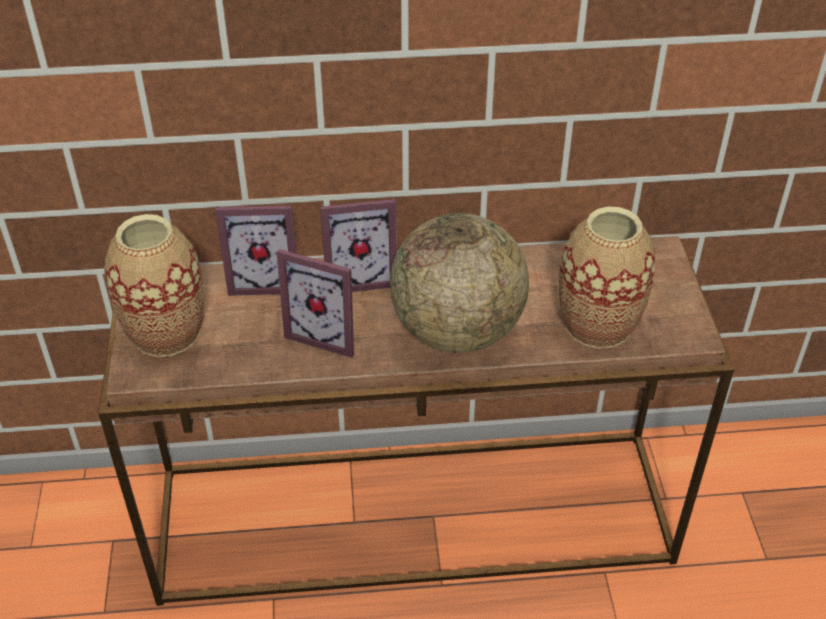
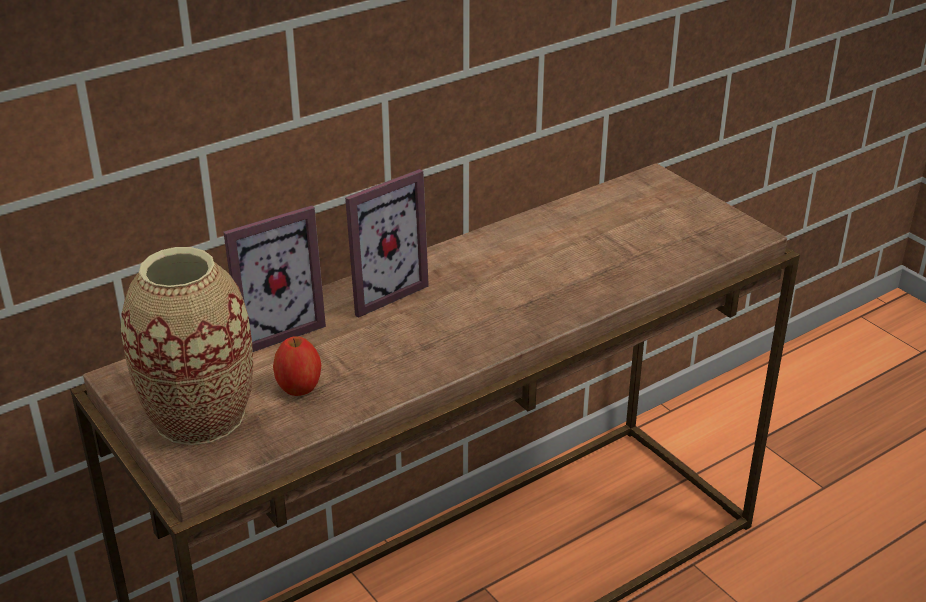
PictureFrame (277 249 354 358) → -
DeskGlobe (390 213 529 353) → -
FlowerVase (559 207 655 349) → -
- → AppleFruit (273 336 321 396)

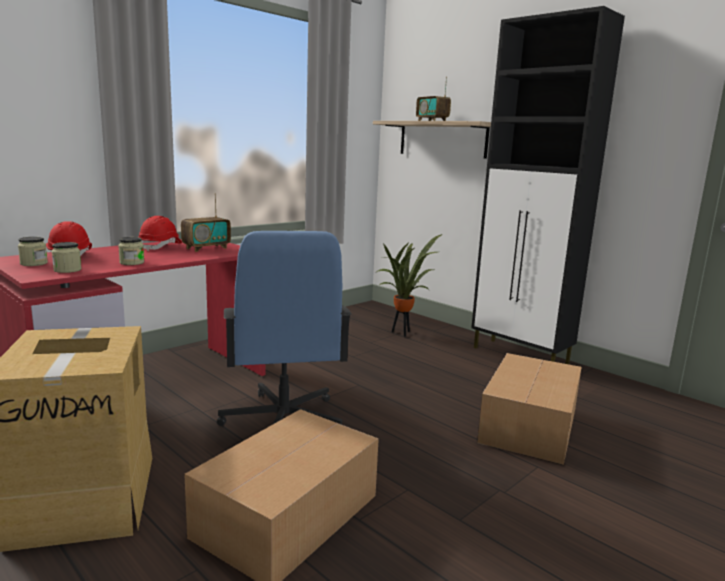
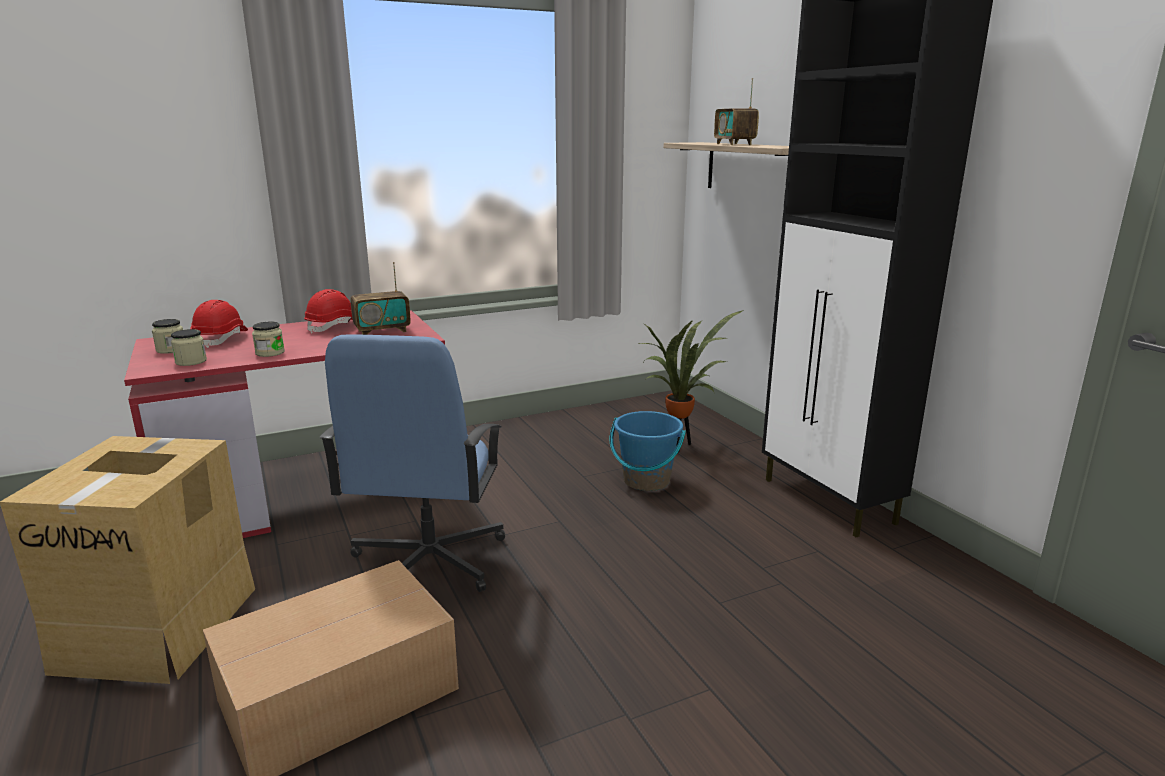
CardboardBox (477 353 582 465) → -
- → BluishPail (610 411 686 491)

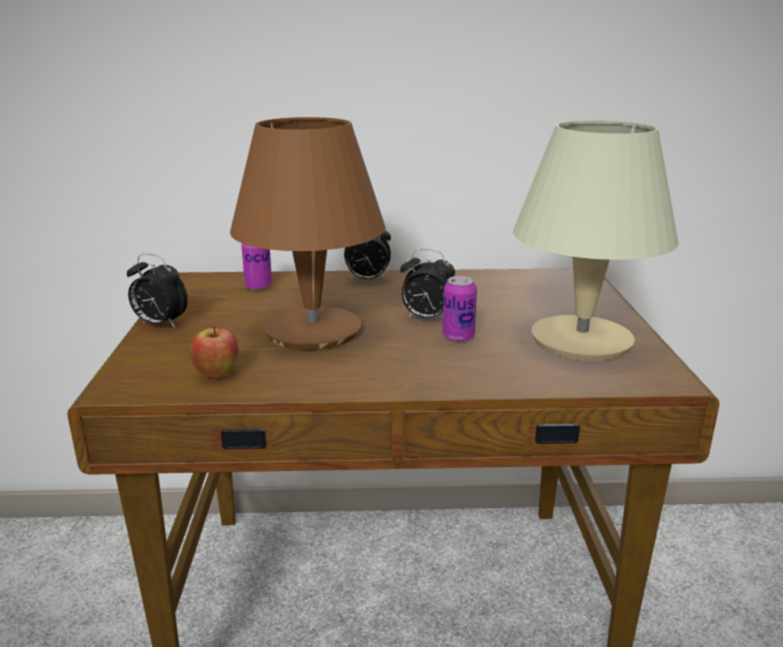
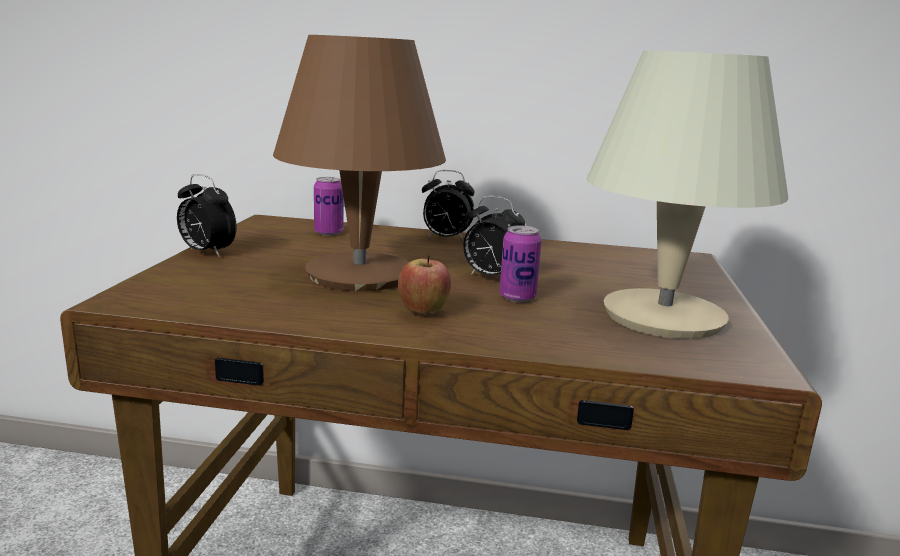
AppleFruit (190 325 238 378) → AppleFruit (398 253 451 314), moved

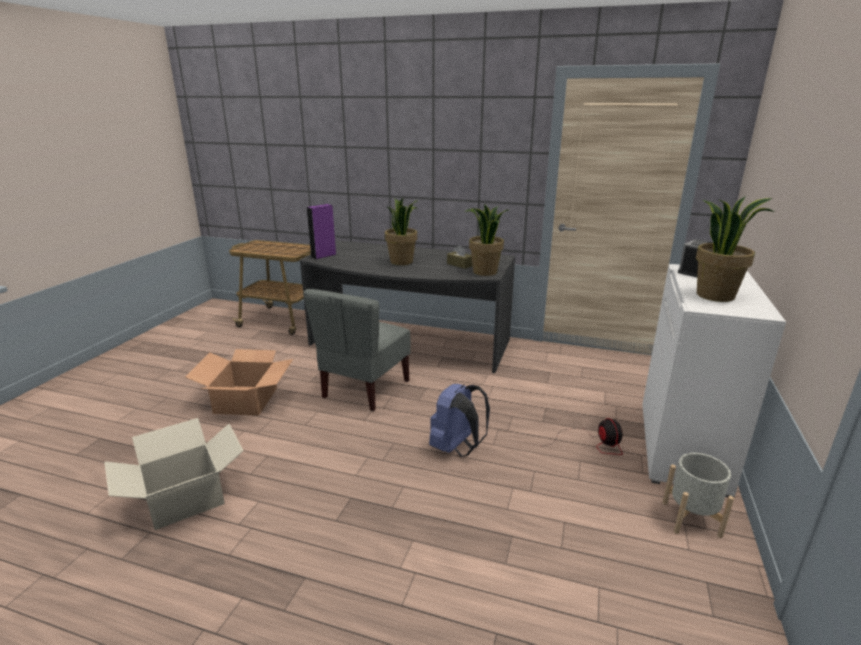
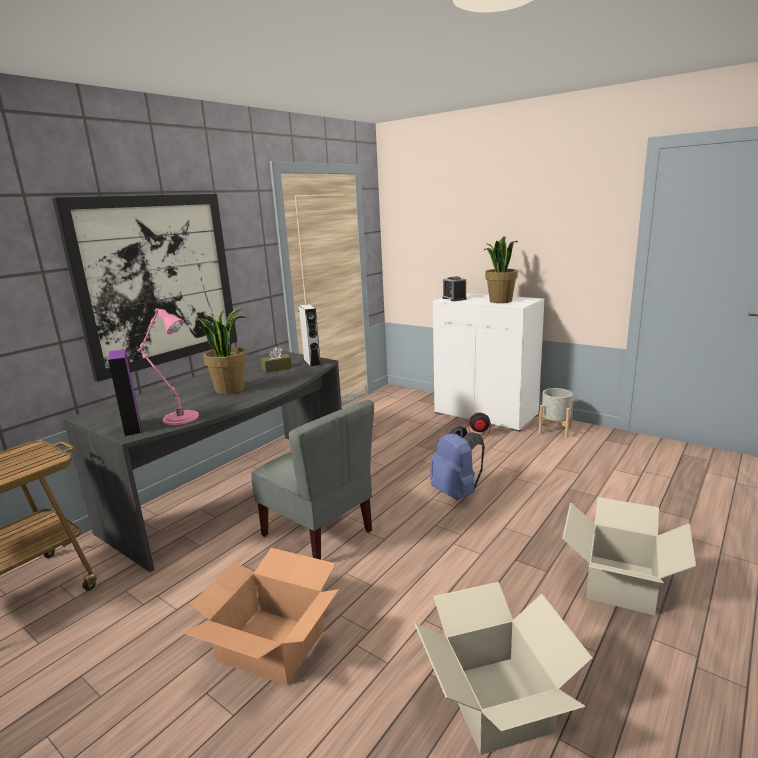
Houseplant (465 204 508 276) → GreyLoudspeaker (299 304 321 367)
- → WallPicture (52 194 237 382)
- → PinkLampForATable (136 308 199 425)
- → CardboardBox (562 497 696 615)

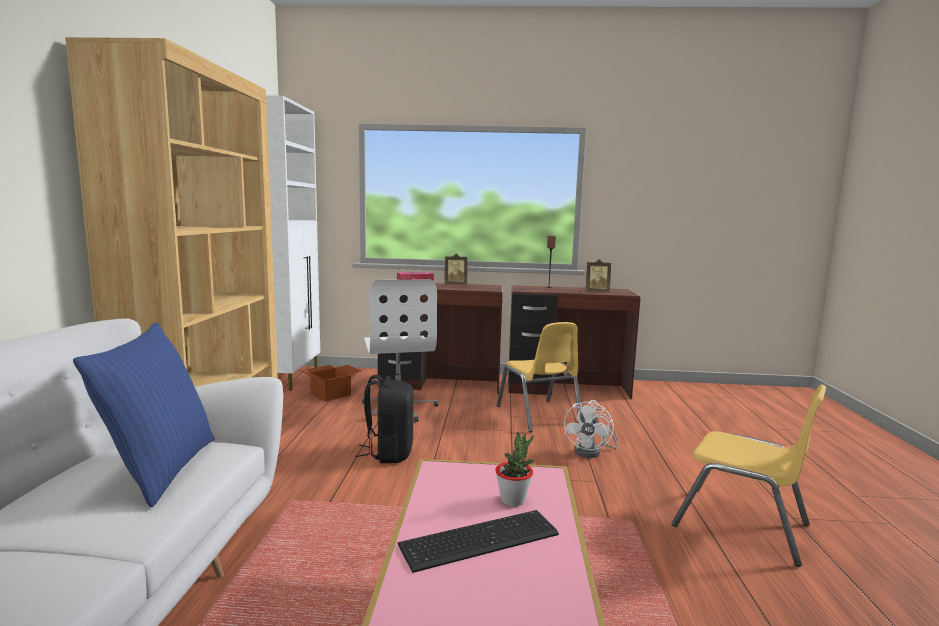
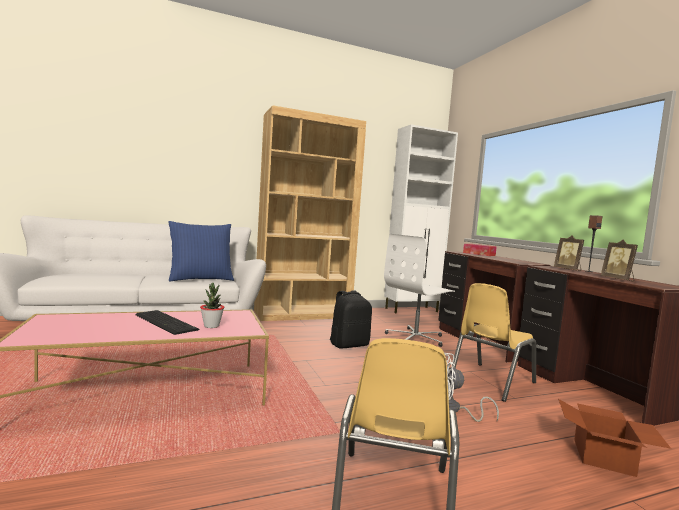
CardboardBox (298 365 362 401) → CardboardBox (558 399 671 477), moved
PictureFrame (444 253 468 285) → PictureFrame (554 235 584 271), moved

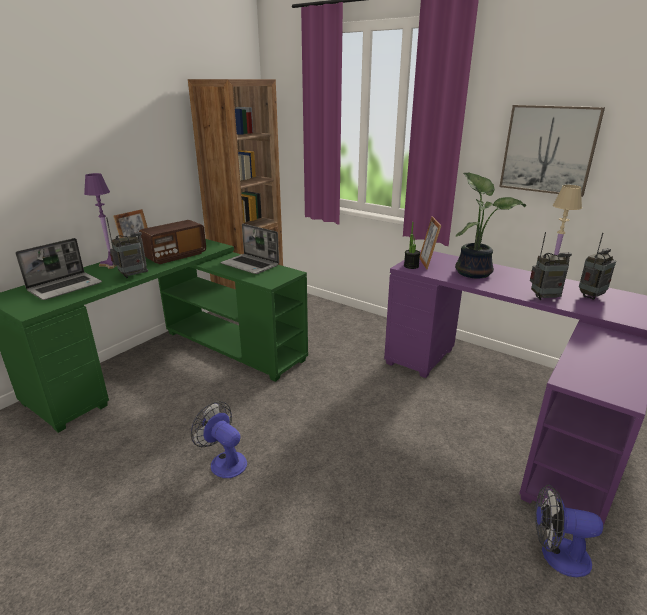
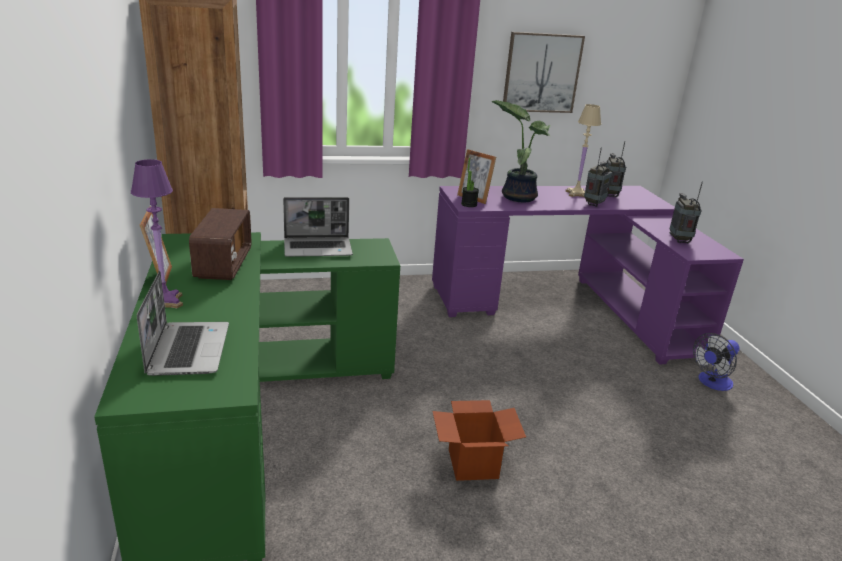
RadioSet (106 217 148 279) → RadioSet (670 181 703 243), moved
CoolingFan (191 401 247 478) → CardboardBox (432 400 526 481)

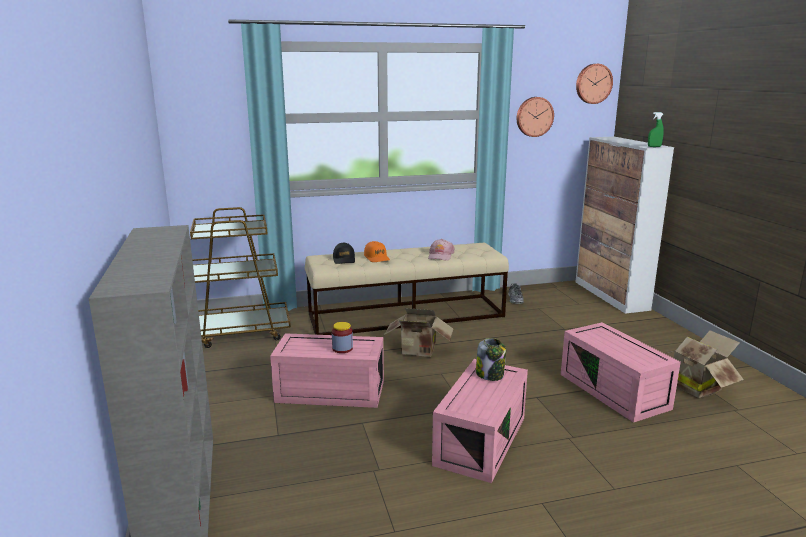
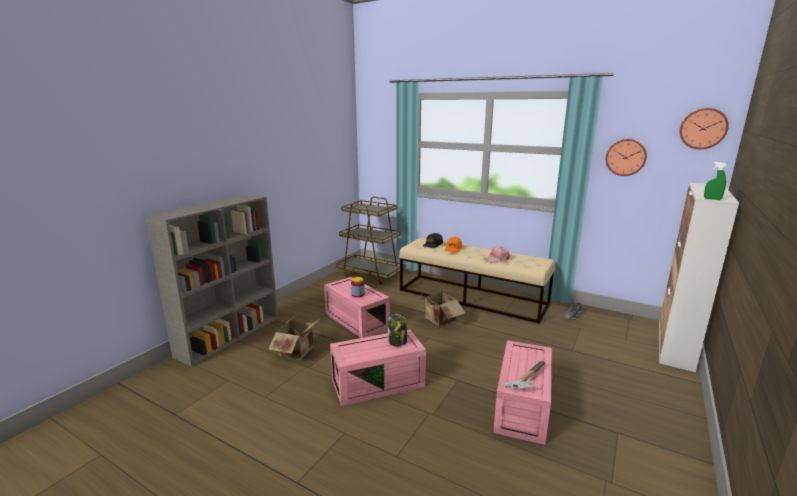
CardboardBox (664 330 744 398) → CardboardBox (269 315 320 360), moved
- → HandHammer (504 361 545 388)

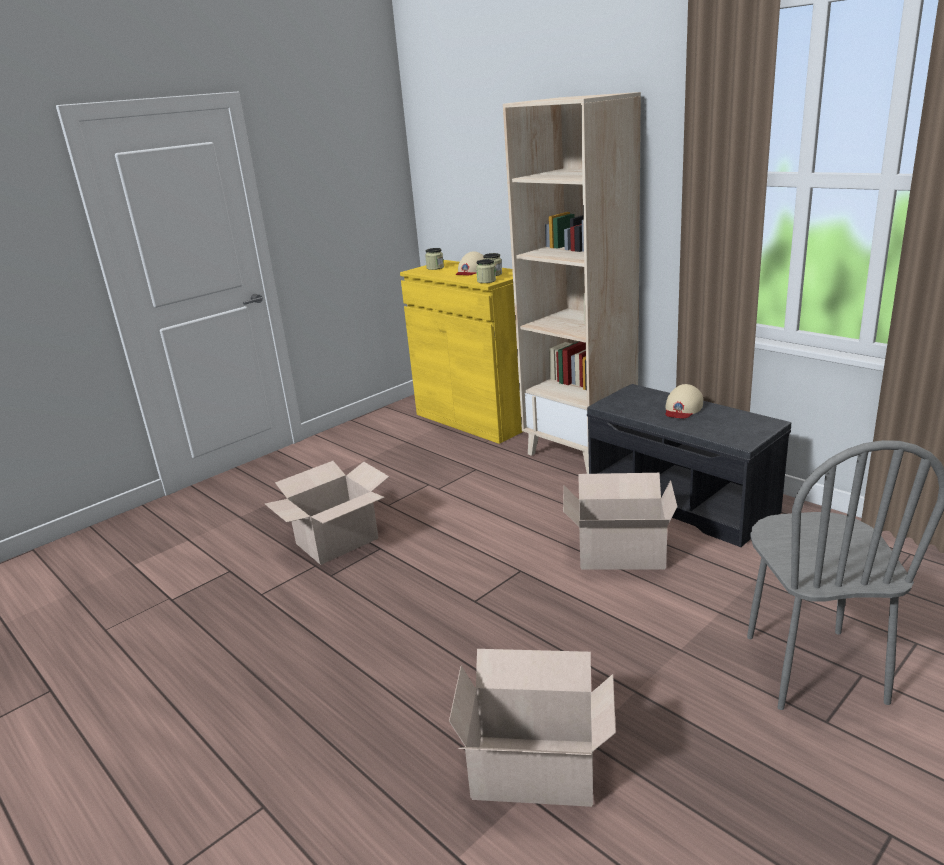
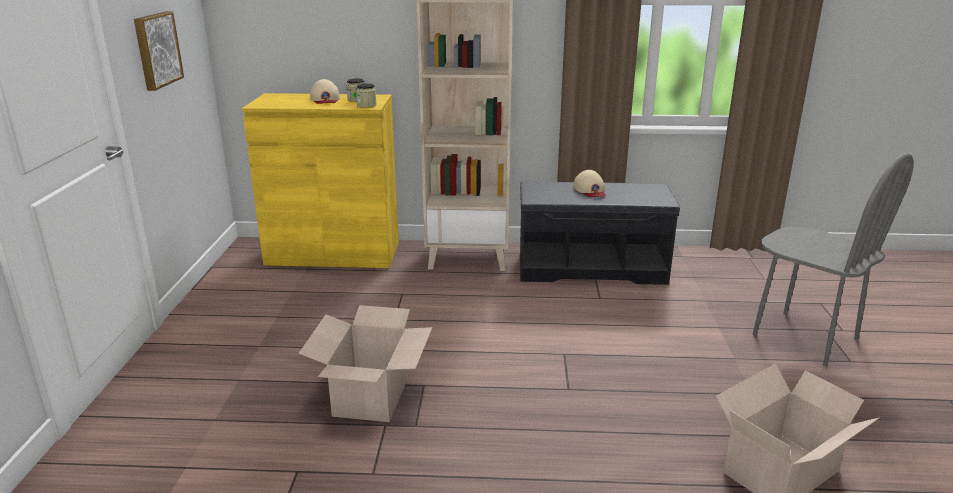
PreserveJar (425 248 444 270) → -
CardboardBox (563 473 677 569) → -
- → WallPicture (134 11 184 91)

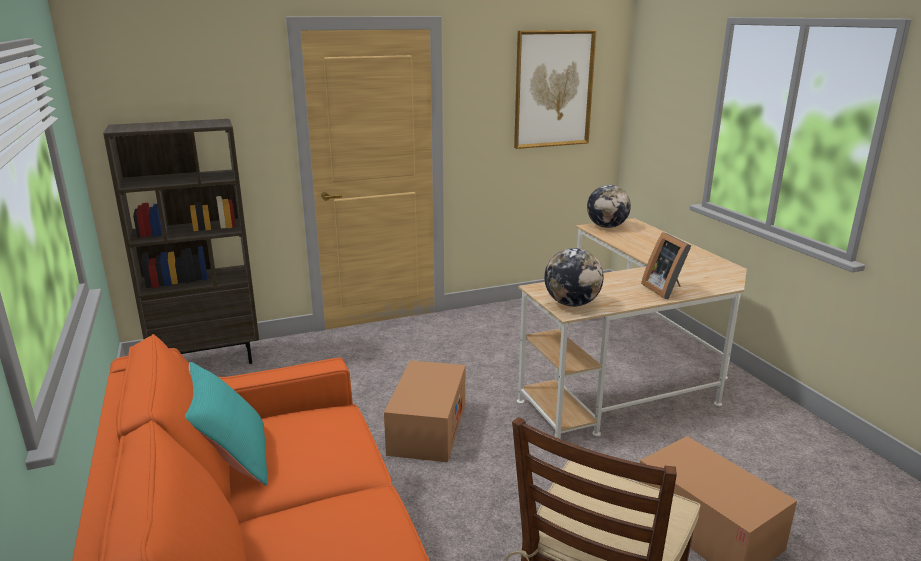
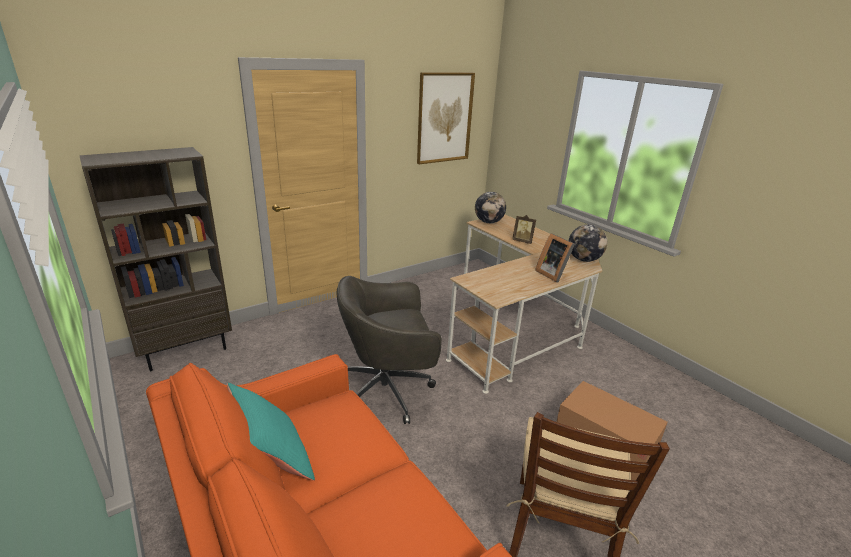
CardboardBox (384 360 465 462) → GreyDeskChair (336 276 442 424)
DeskGlobe (544 248 604 307) → DeskGlobe (569 224 607 262), moved
- → PictureFrame (512 215 536 244)

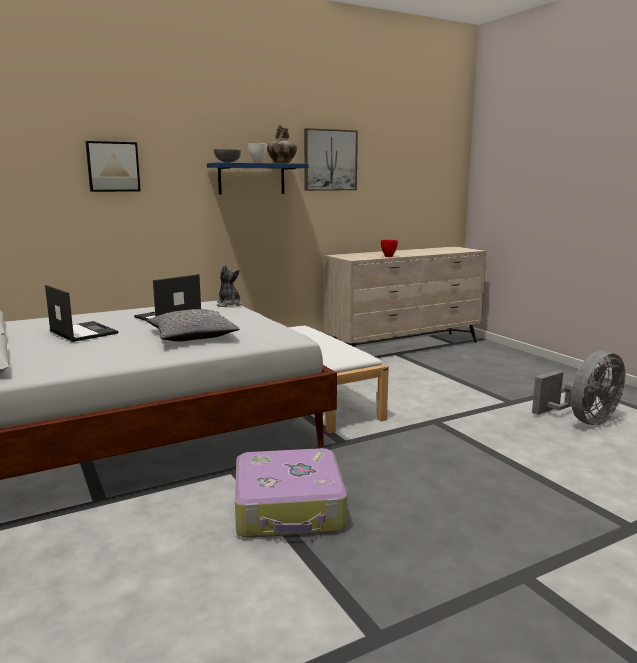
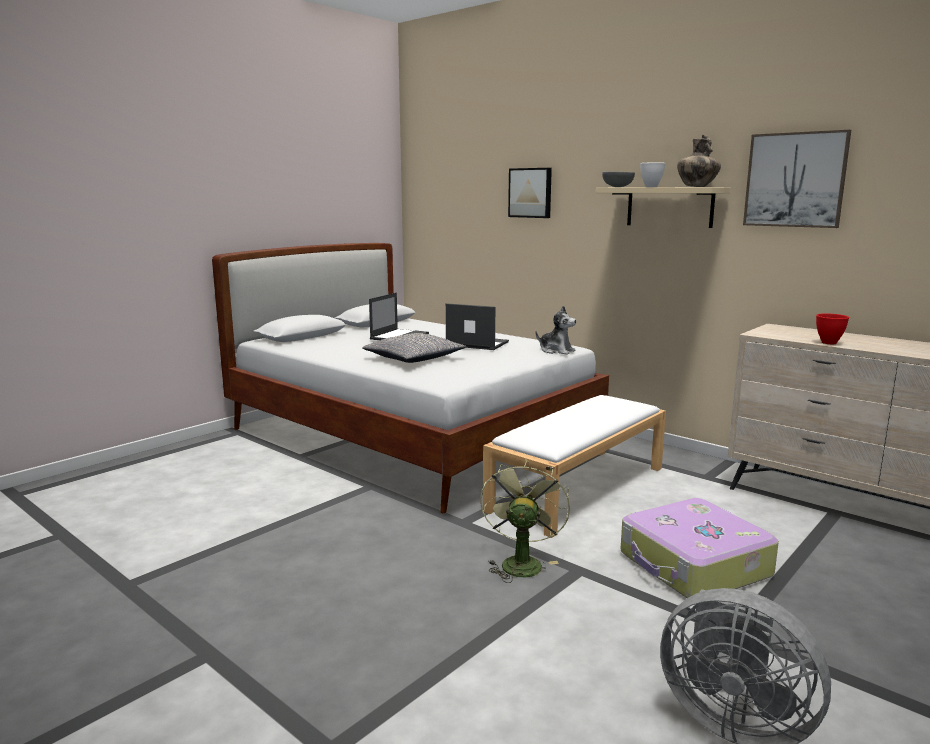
BluishBracketShelf (207 162 309 195) → SandColouredBracketShelf (595 187 731 228)
SoftToy (217 264 242 307) → SoftToy (535 305 576 355), 75 degrees clockwise
PieceOfLuggage (235 448 347 538) → PieceOfLuggage (621 498 779 598), moved
- → GreenishCoolingFan (480 459 570 583)

